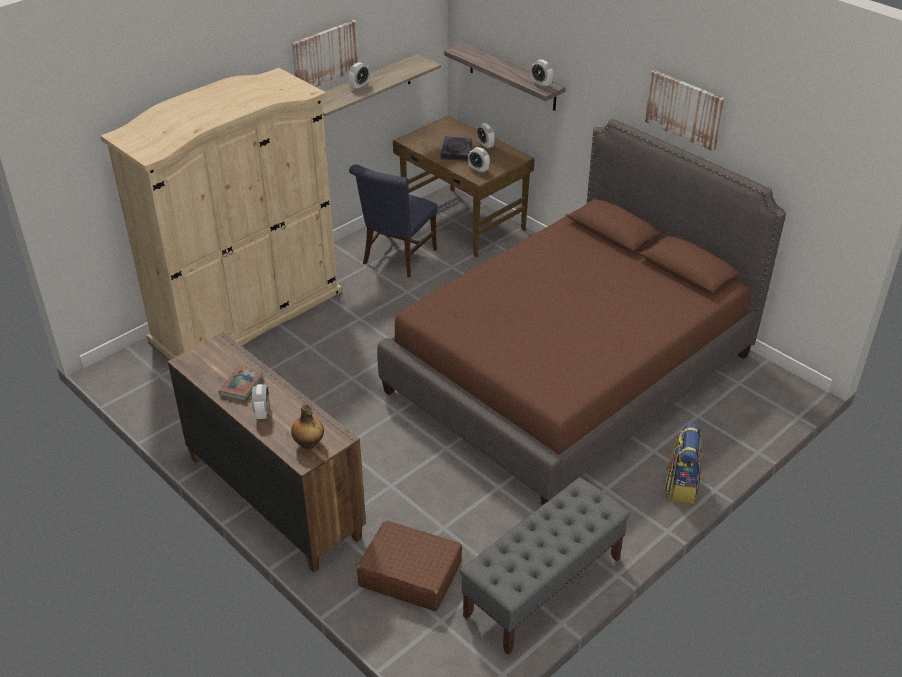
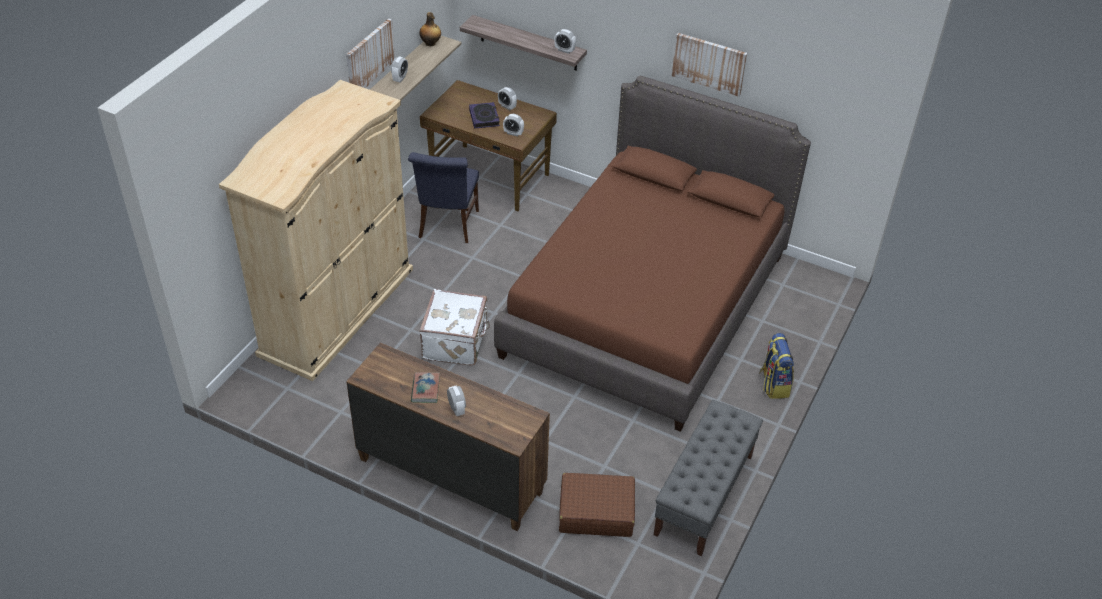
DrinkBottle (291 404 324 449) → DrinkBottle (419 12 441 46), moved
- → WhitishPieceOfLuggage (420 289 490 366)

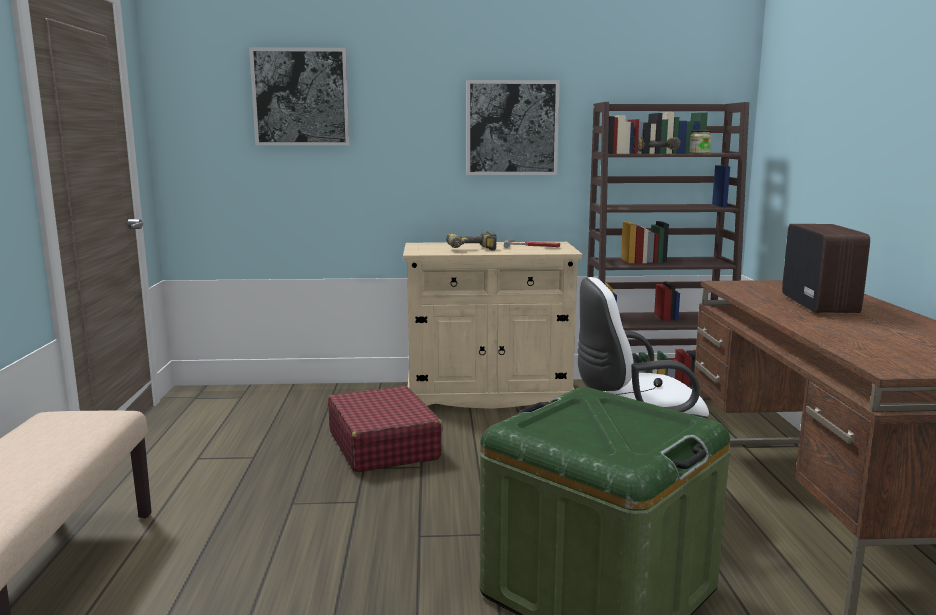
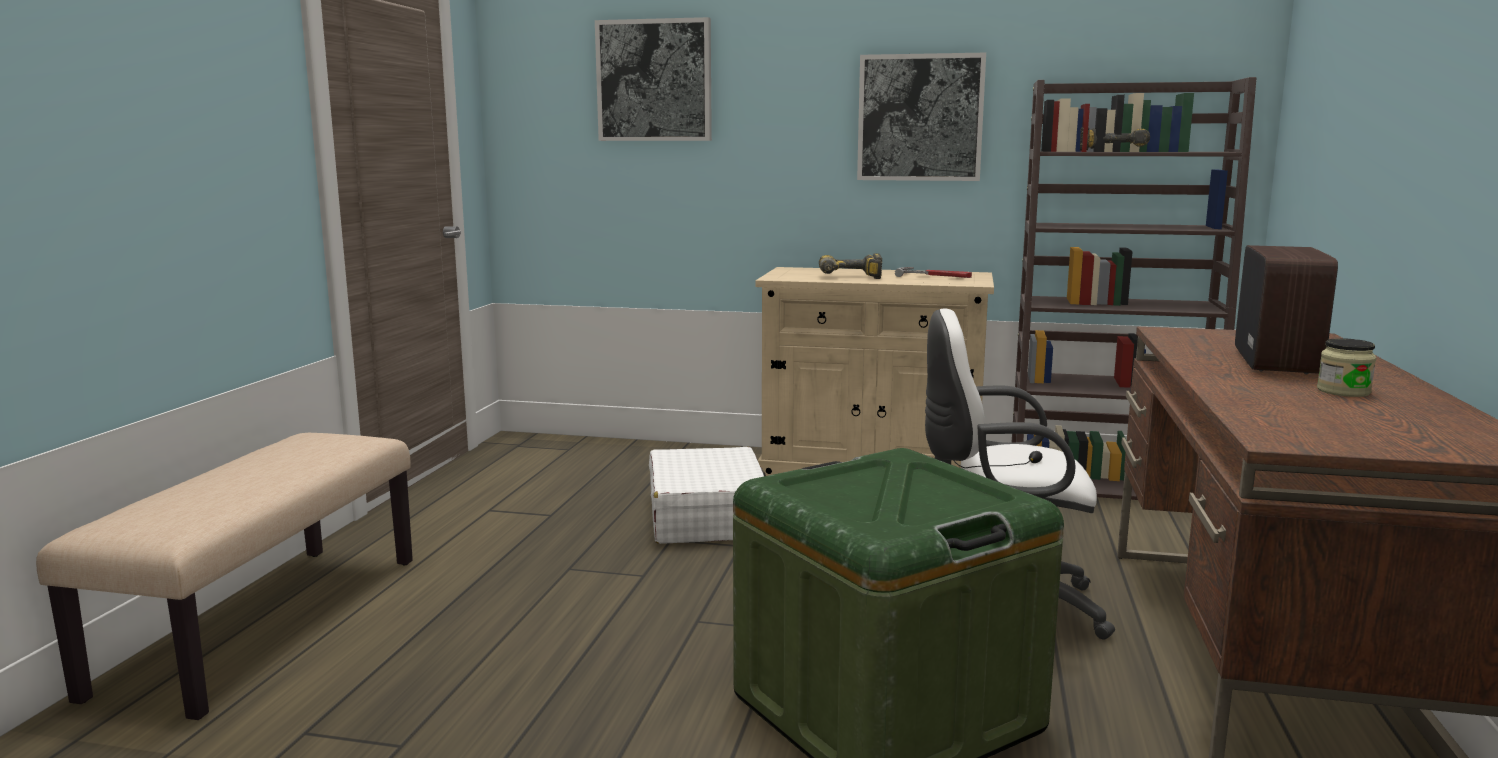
ReddishPieceOfLuggage (328 386 443 473) → WhitishPieceOfLuggage (649 447 766 544)
PreserveJar (689 130 712 154) → PreserveJar (1317 338 1376 397), moved

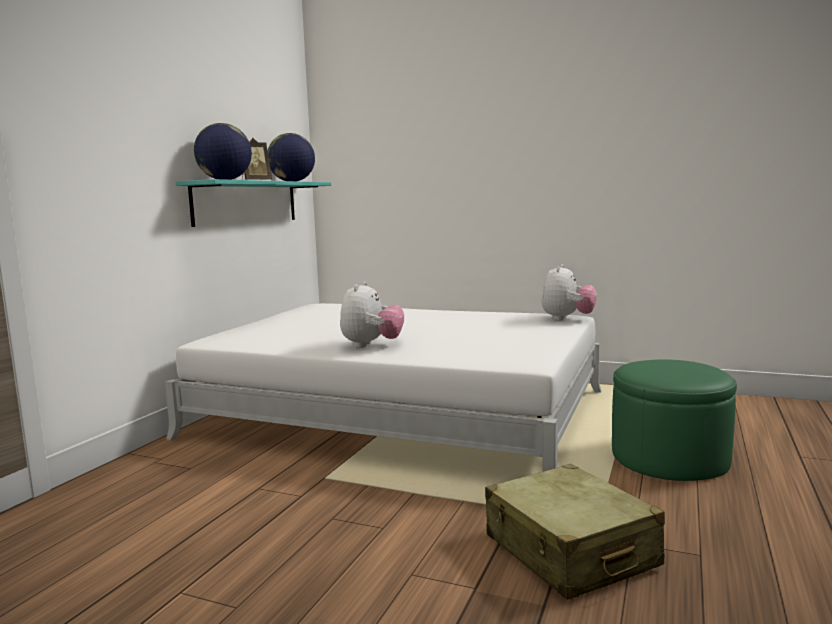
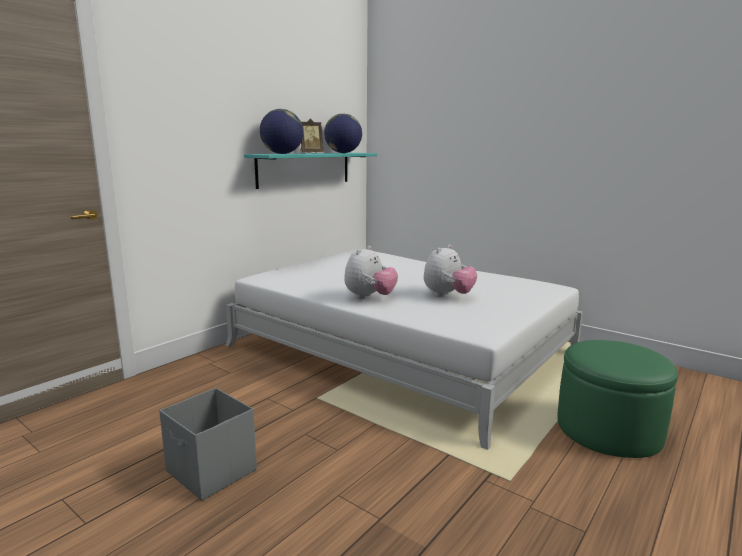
SandColouredPieceOfLuggage (485 464 665 600) → -
SoftToy (541 264 597 321) → SoftToy (424 245 477 297), moved
- → GreyStorageBox (159 388 257 501)

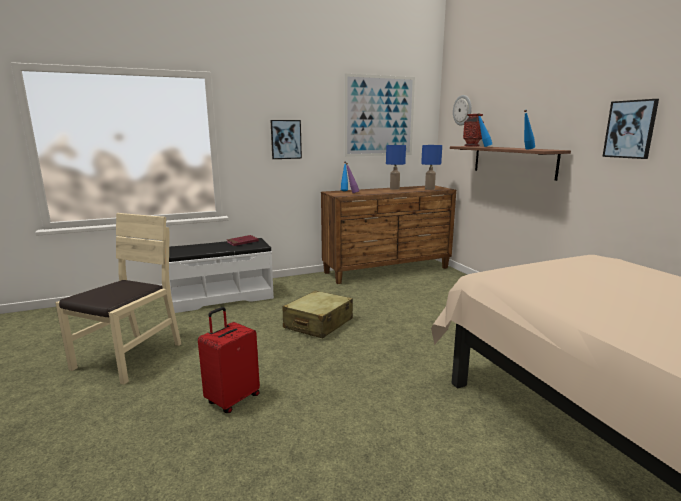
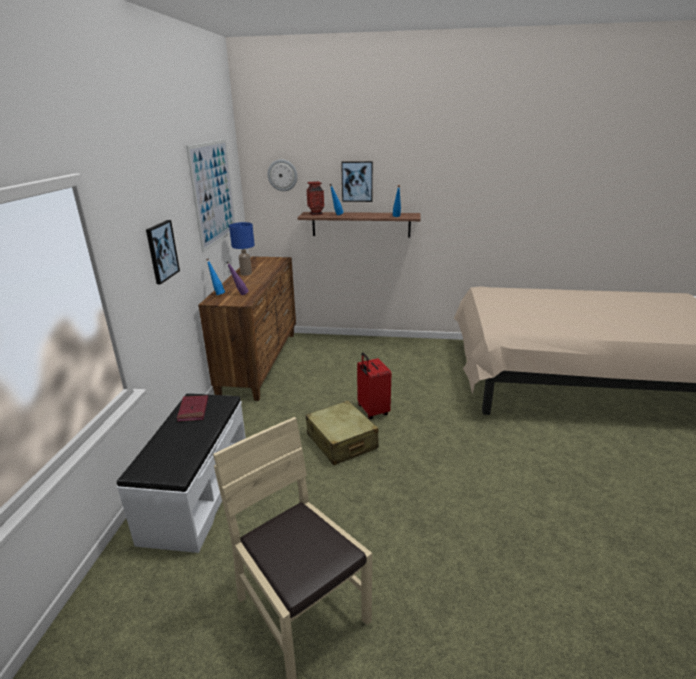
ReddishPieceOfLuggage (198 307 260 413) → ReddishPieceOfLuggage (357 353 391 419), moved
BluishLampForATable (421 145 442 190) → -
WallPicture (602 99 659 159) → WallPicture (341 161 373 202), moved

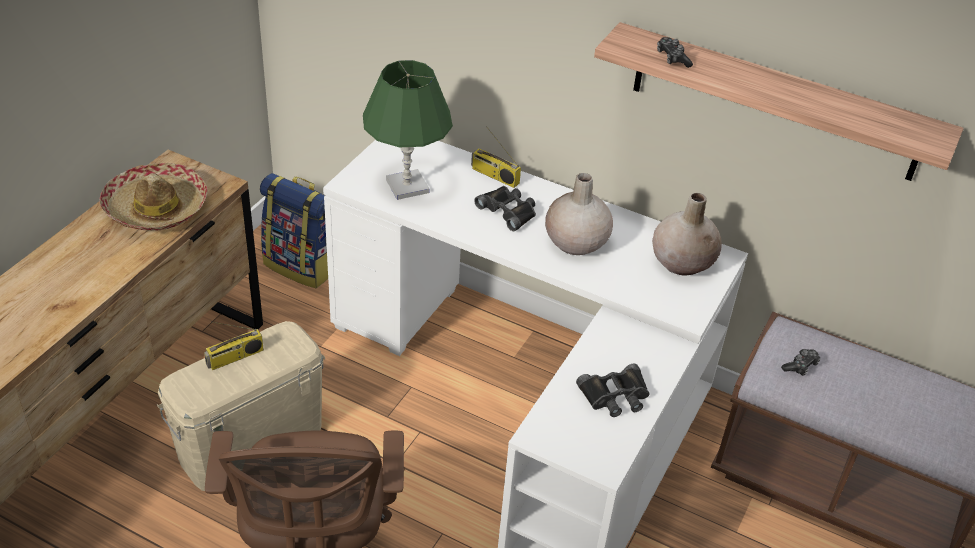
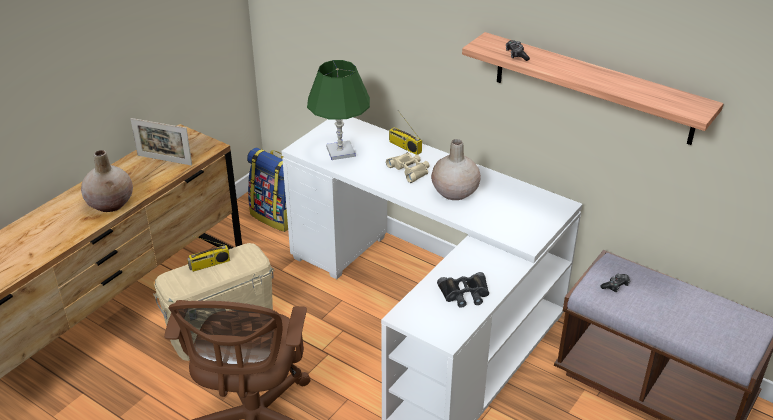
ClothingHat (99 163 207 231) → PictureFrame (130 118 192 166)
BlackFieldGlasses (474 186 536 231) → SandColouredFieldGlasses (386 152 429 183)
SandColouredFlowerVase (652 193 722 276) → SandColouredFlowerVase (81 150 133 212), moved

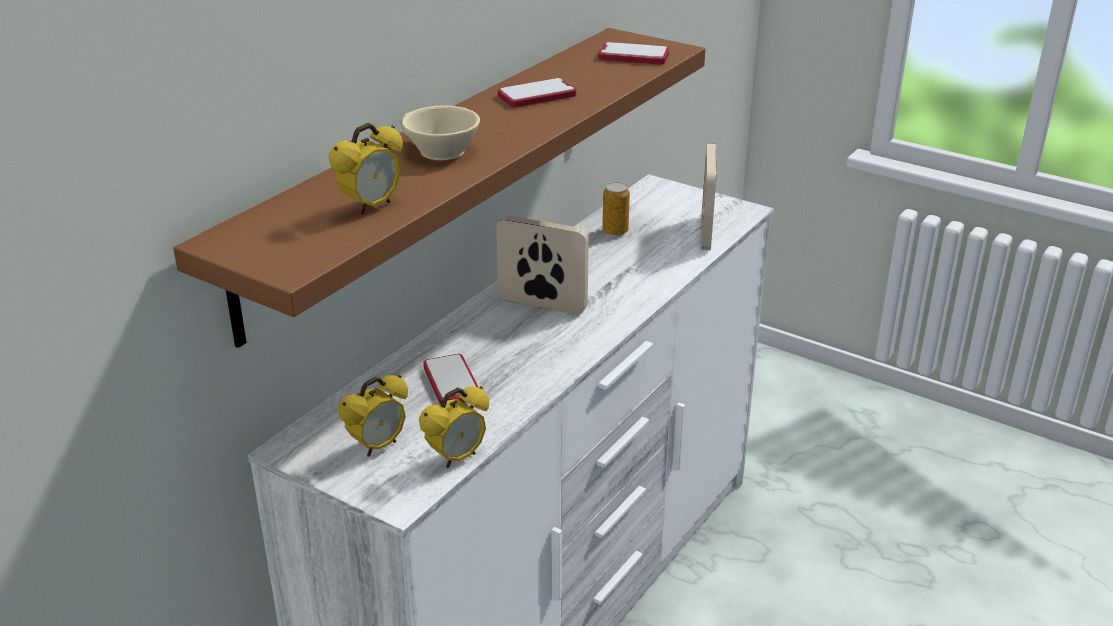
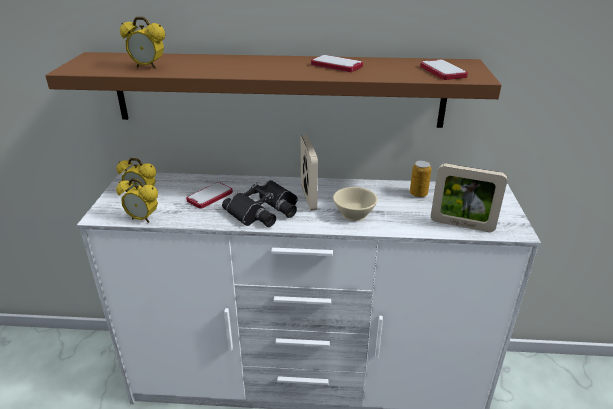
SandColouredCup (400 106 480 160) → SandColouredCup (333 187 378 221), moved
PictureFrame (701 143 716 250) → PictureFrame (431 164 507 232), 135 degrees counterclockwise
- → BlackFieldGlasses (222 180 297 227)

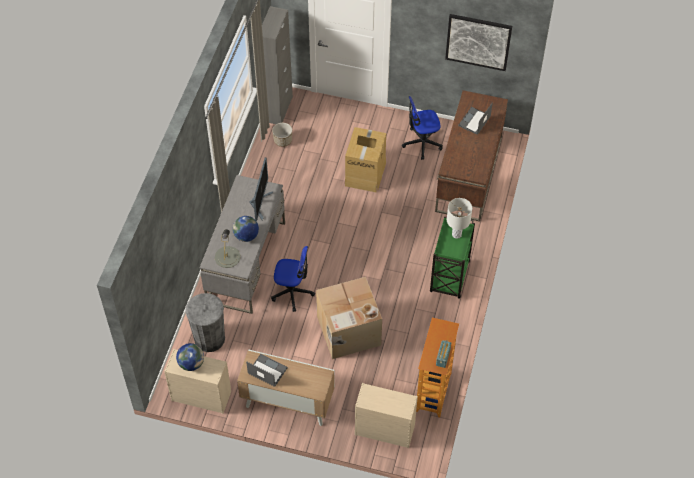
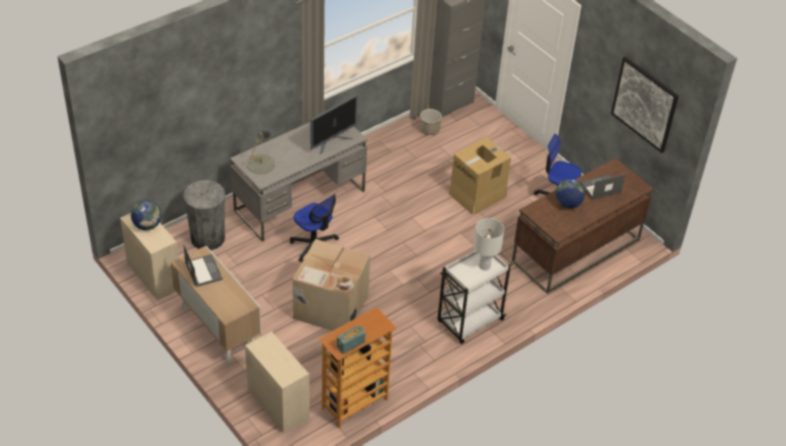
DeskGlobe (233 216 259 242) → DeskGlobe (556 179 585 208), moved
GreenishTrolley (430 216 475 299) → WhitishTrolley (438 251 513 344)

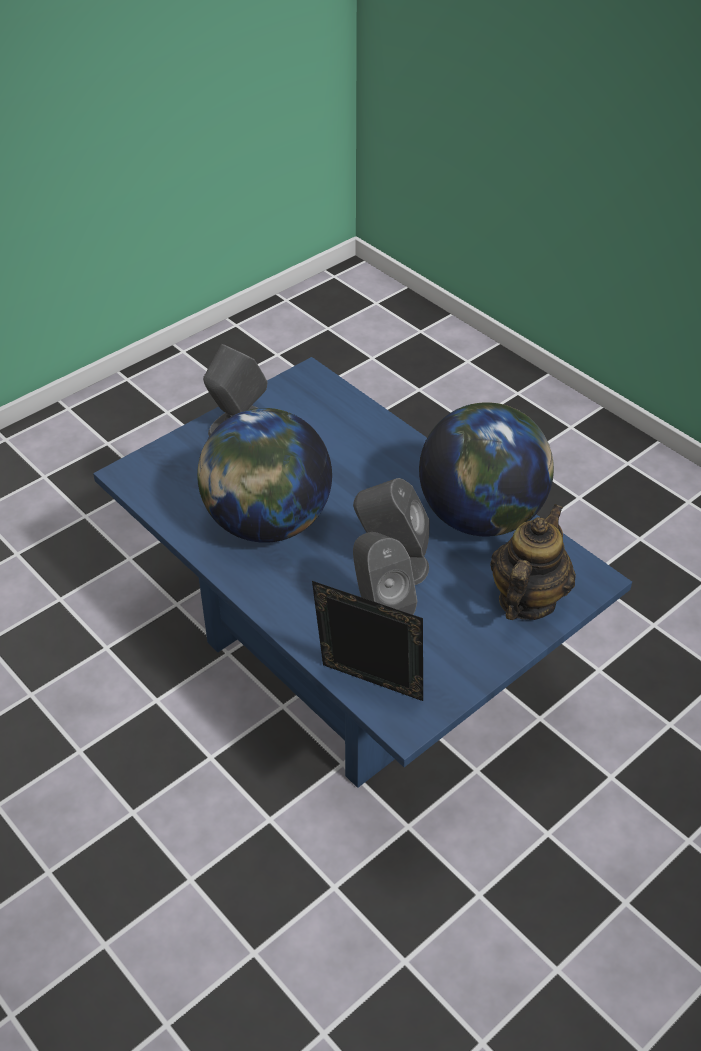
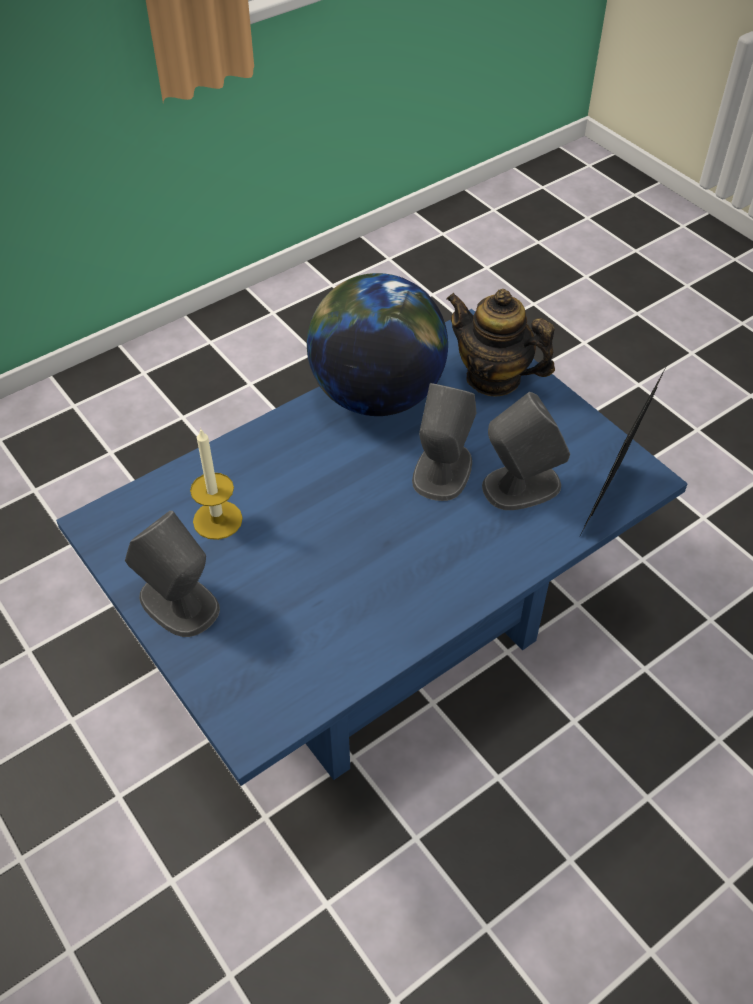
DeskGlobe (197 408 332 543) → -
- → Candle (190 428 243 540)

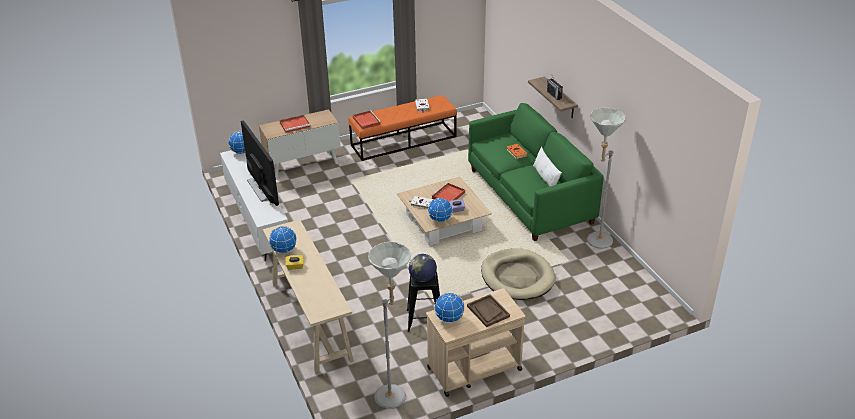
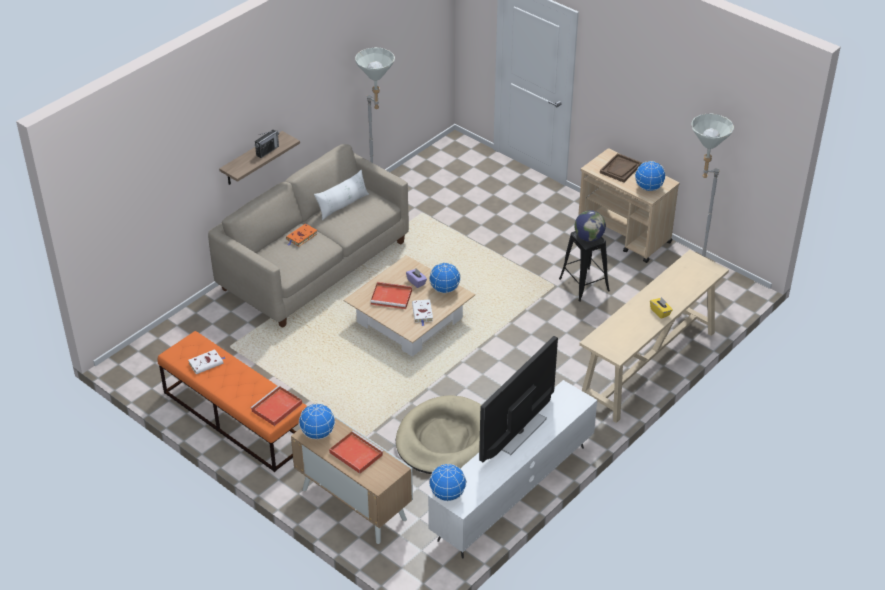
DeskGlobe (269 226 297 253) → DeskGlobe (299 403 335 440), moved
GreenishSofa (468 103 604 241) → SandColouredSofa (208 144 409 328)
SandColouredDogCushion (481 248 556 300) → SandColouredDogCushion (396 395 481 474), moved

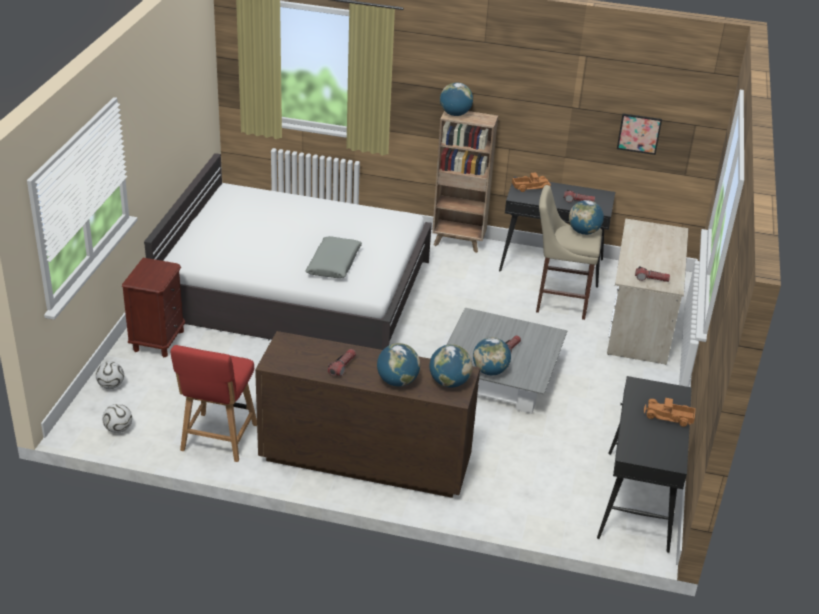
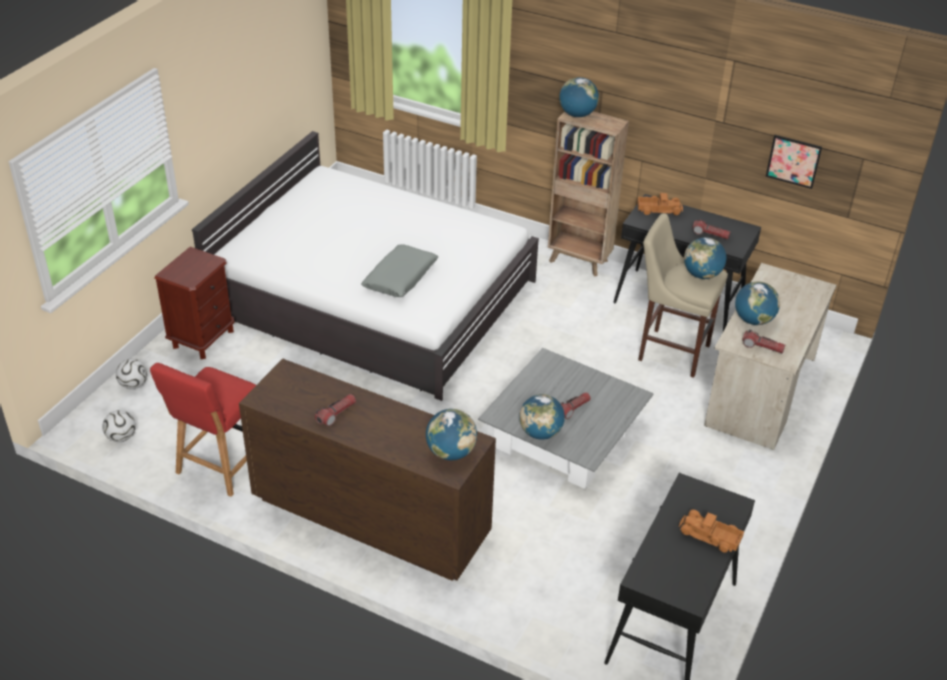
DeskGlobe (377 343 420 387) → DeskGlobe (735 282 780 325), moved

